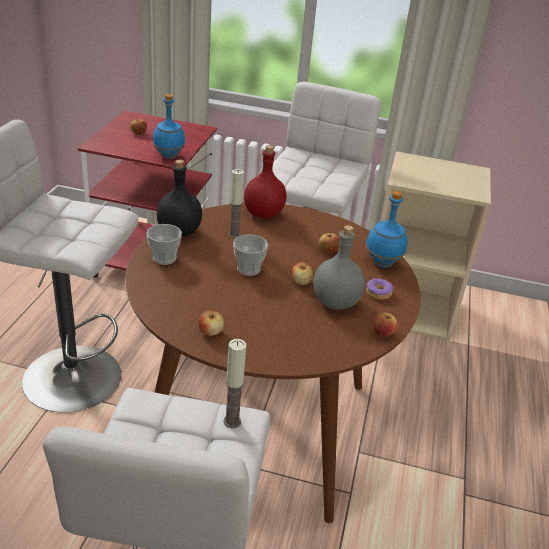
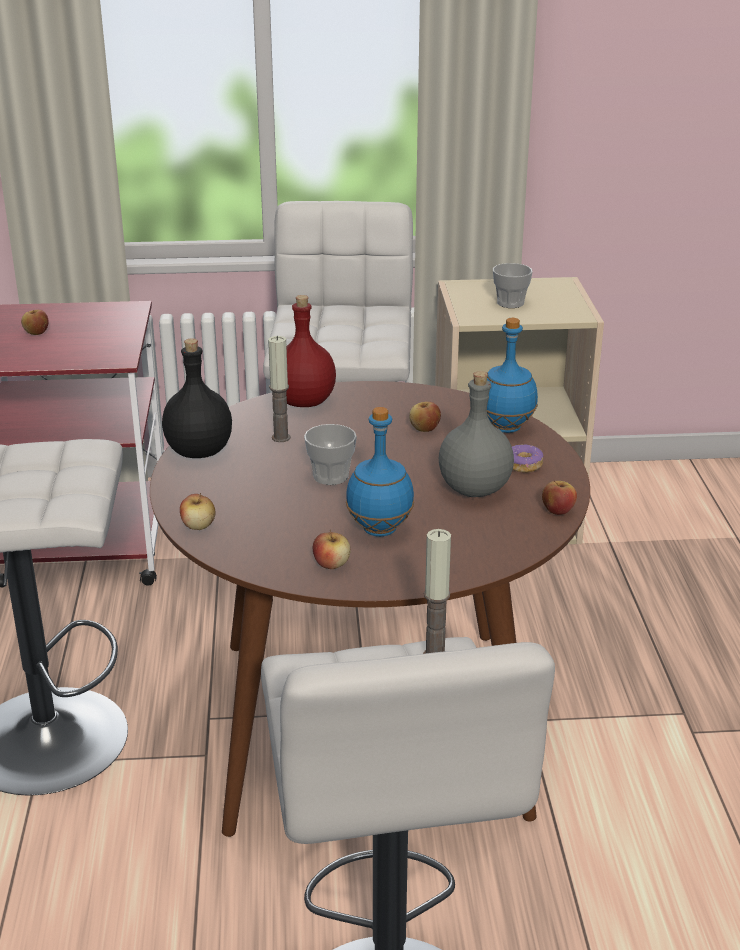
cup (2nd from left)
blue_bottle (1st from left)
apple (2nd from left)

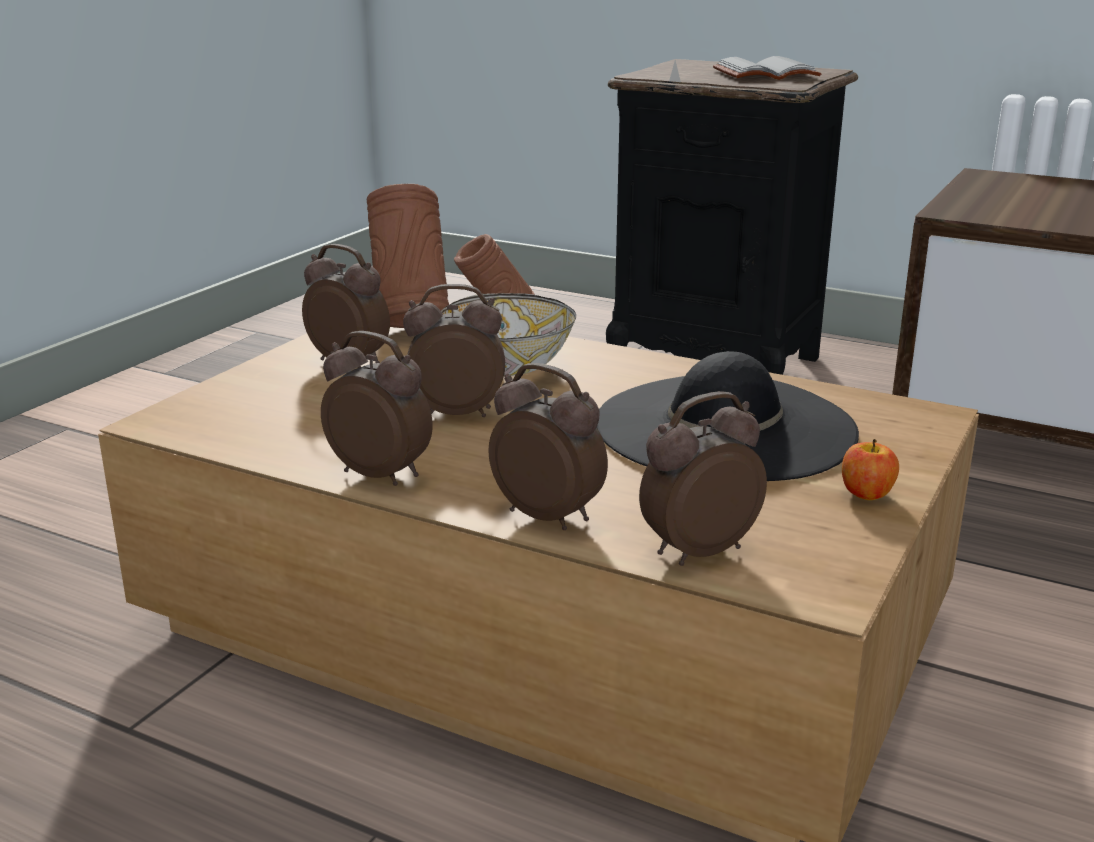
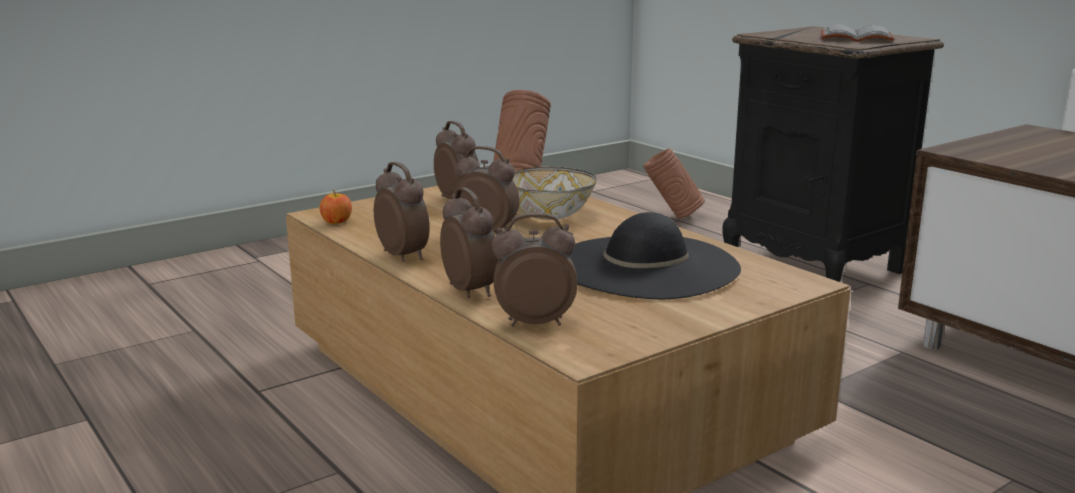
apple

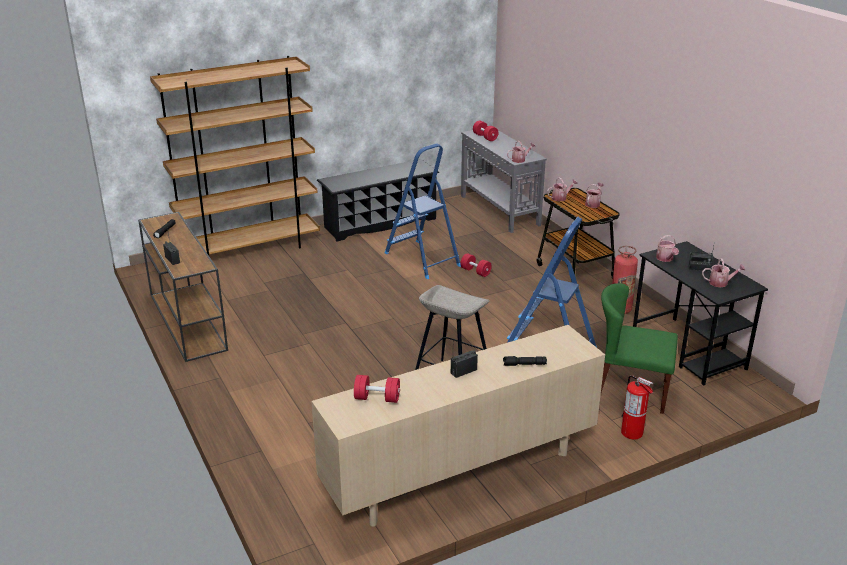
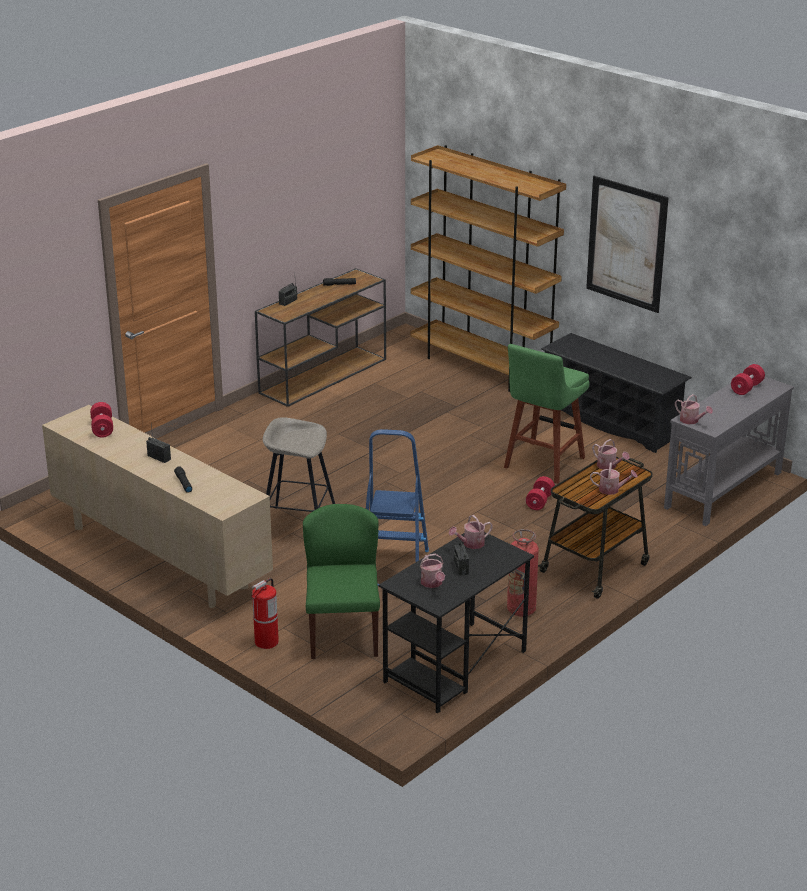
green_stool
picture

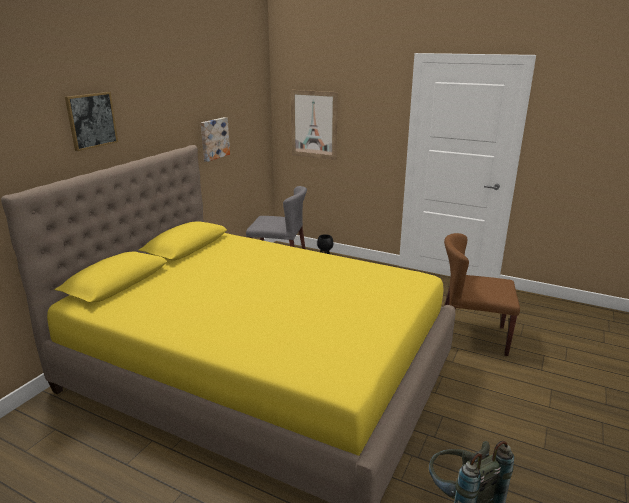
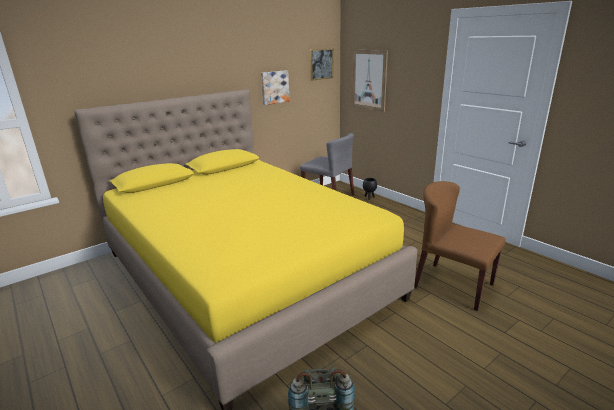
picture (2nd from left)

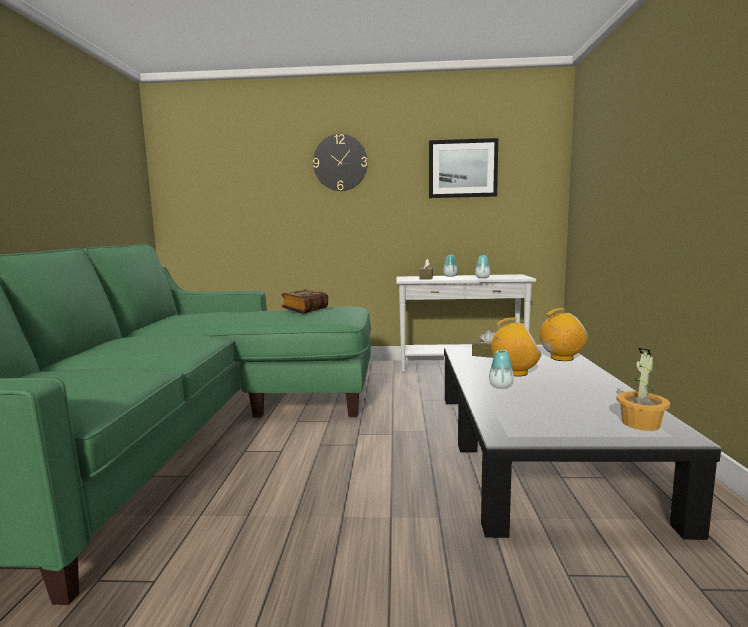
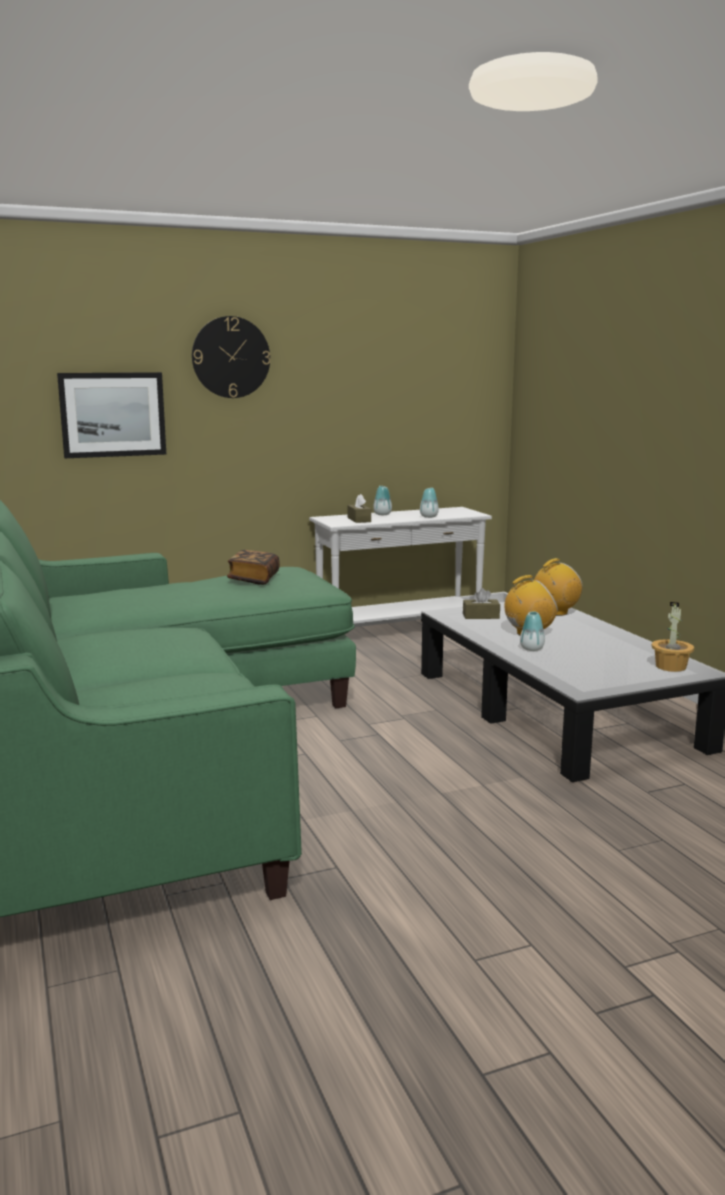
picture

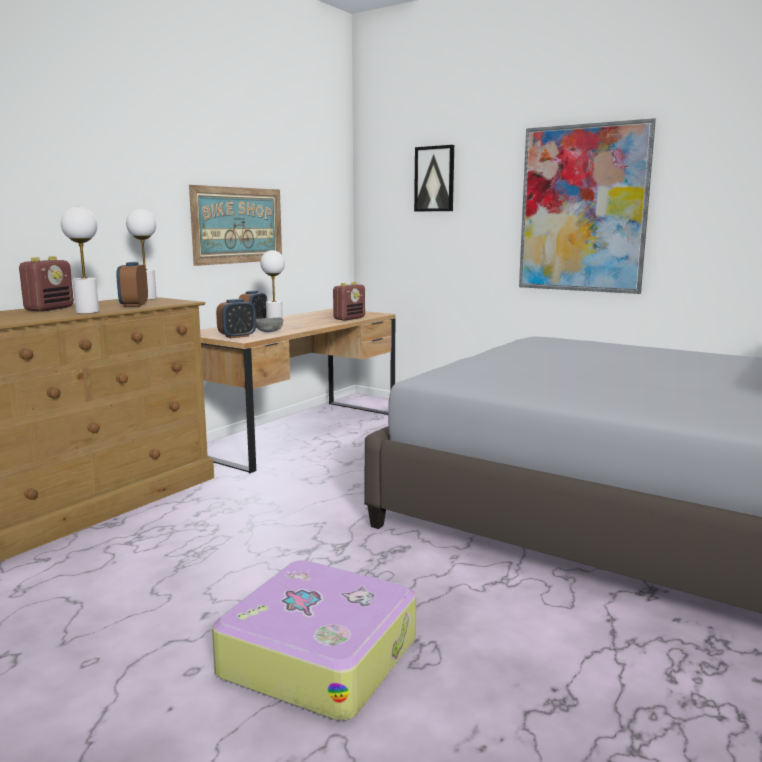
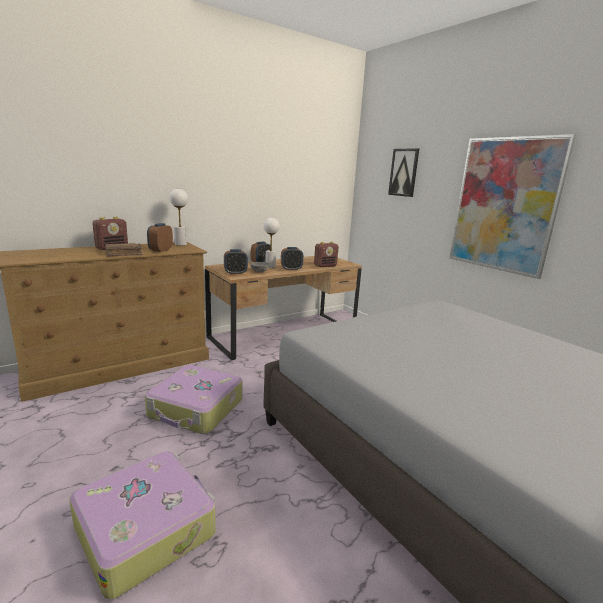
brown_book
picture (1st from left in the first image)
suitcase (2nd from left)
alarm_clock (4th from left)

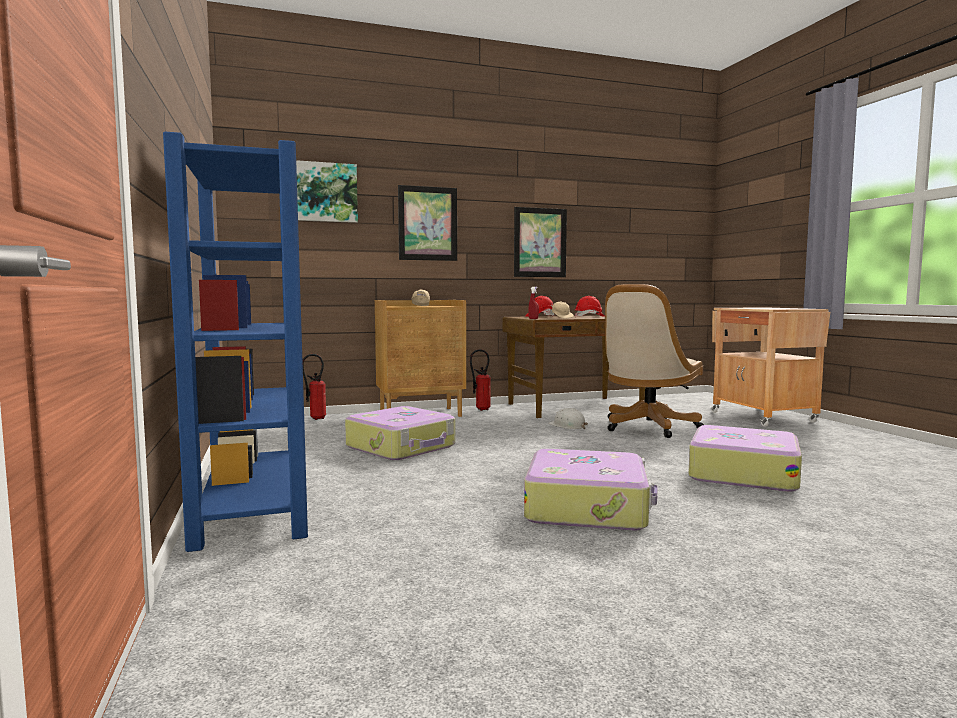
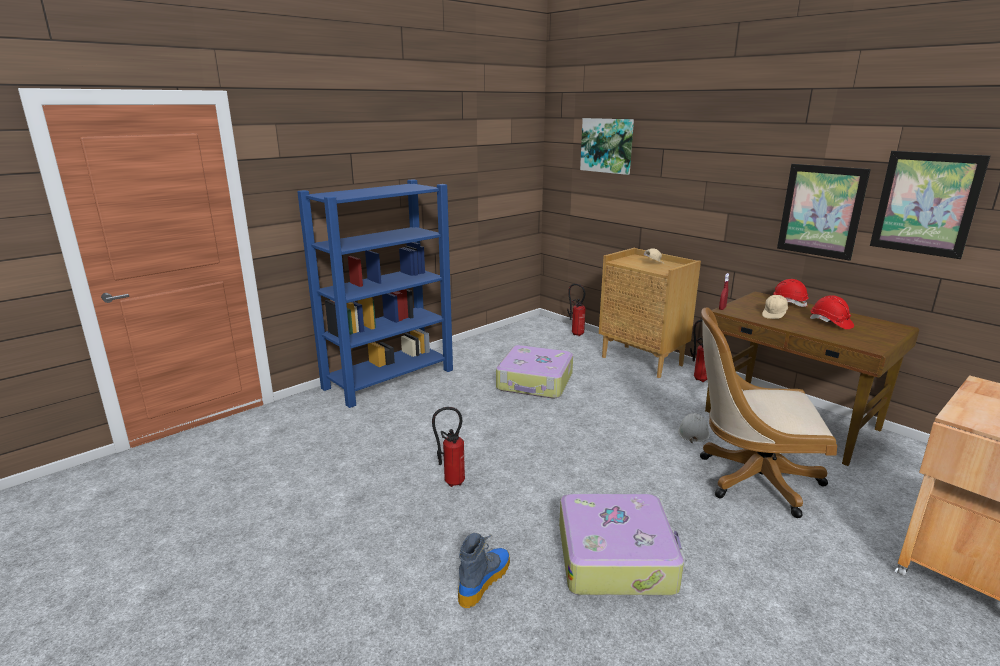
picture (3rd from left)
fire_extinguisher (1st from left)
boot

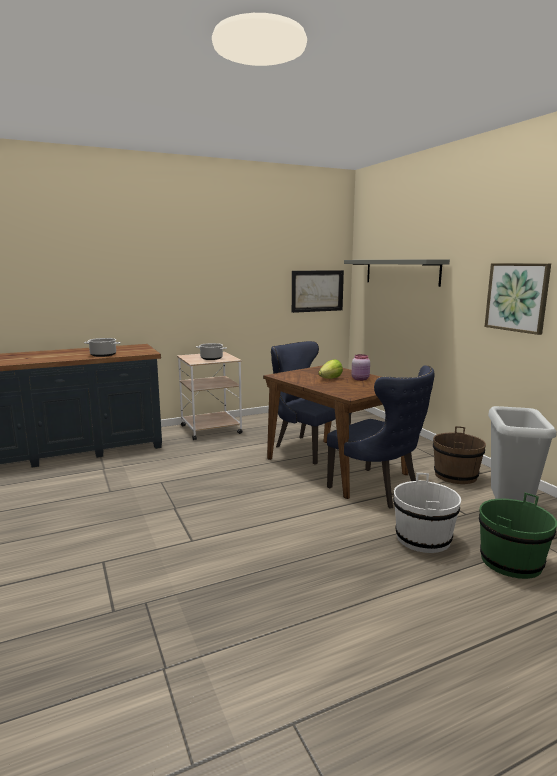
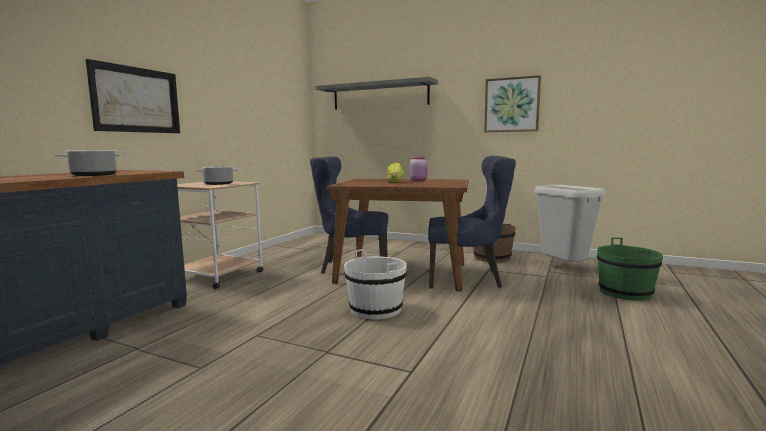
picture (1st from left)
white_bucket

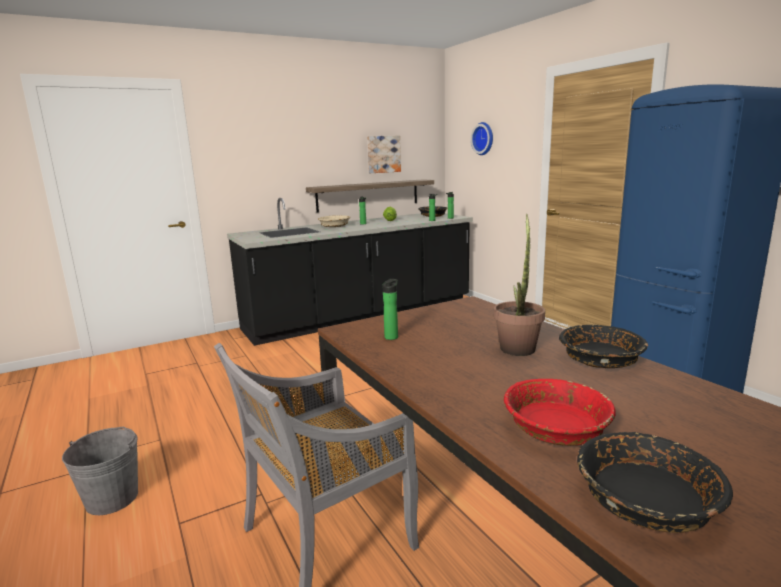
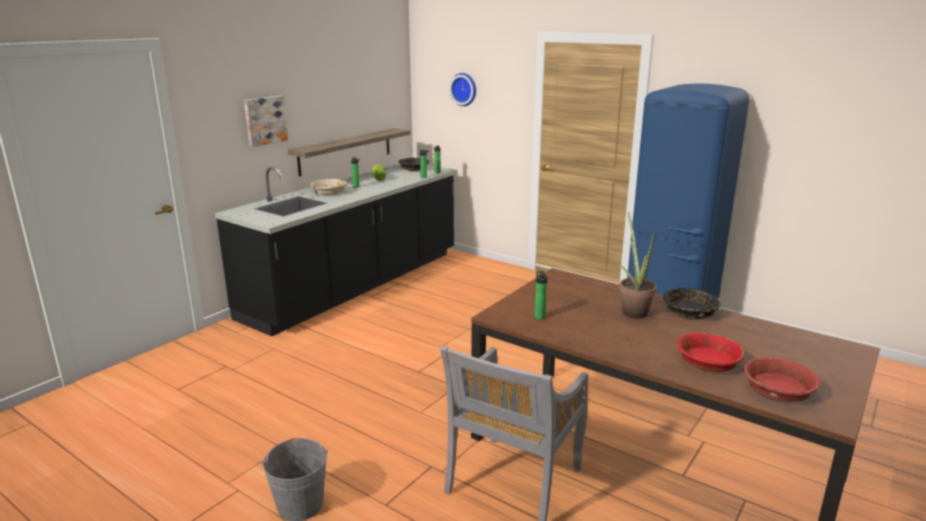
picture
red_bowl (2nd from left)

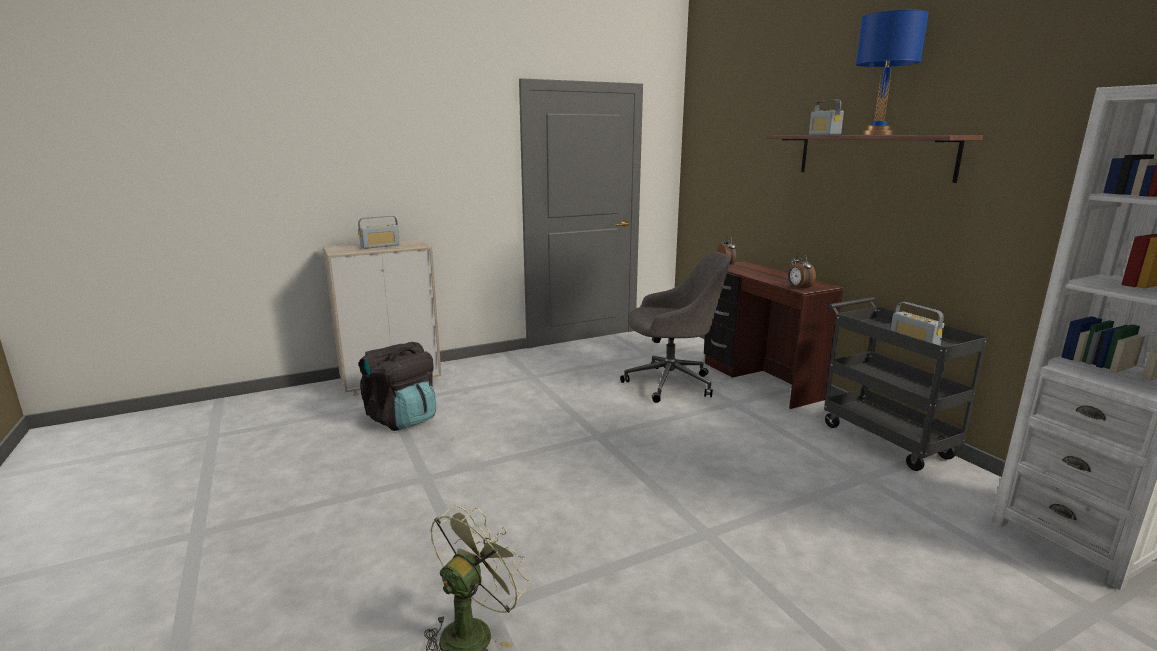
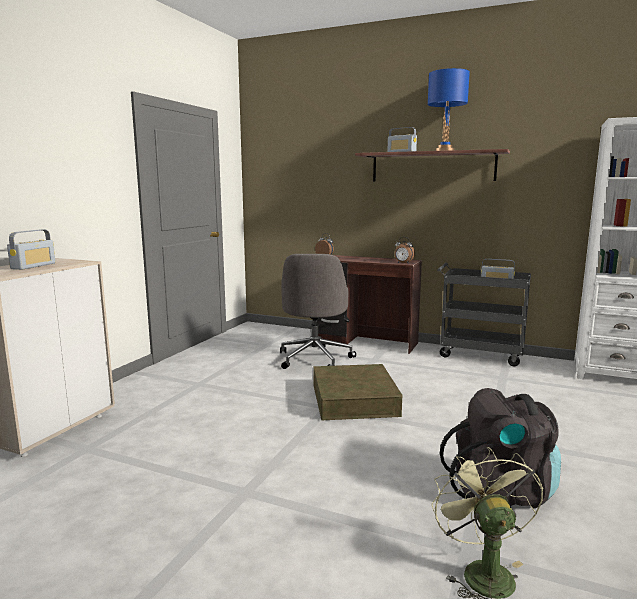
black_backpack
grey_office_chair
brown_storage_box

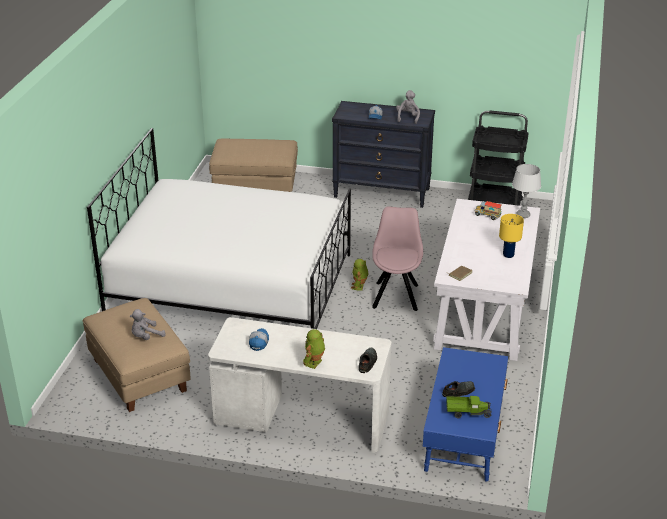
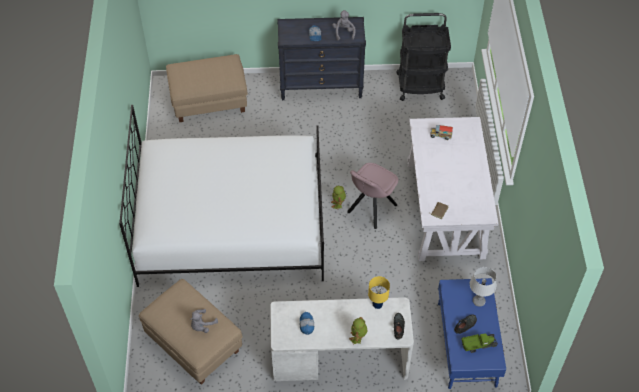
pink_chair
yellow_table_lamp
grey_table_lamp

